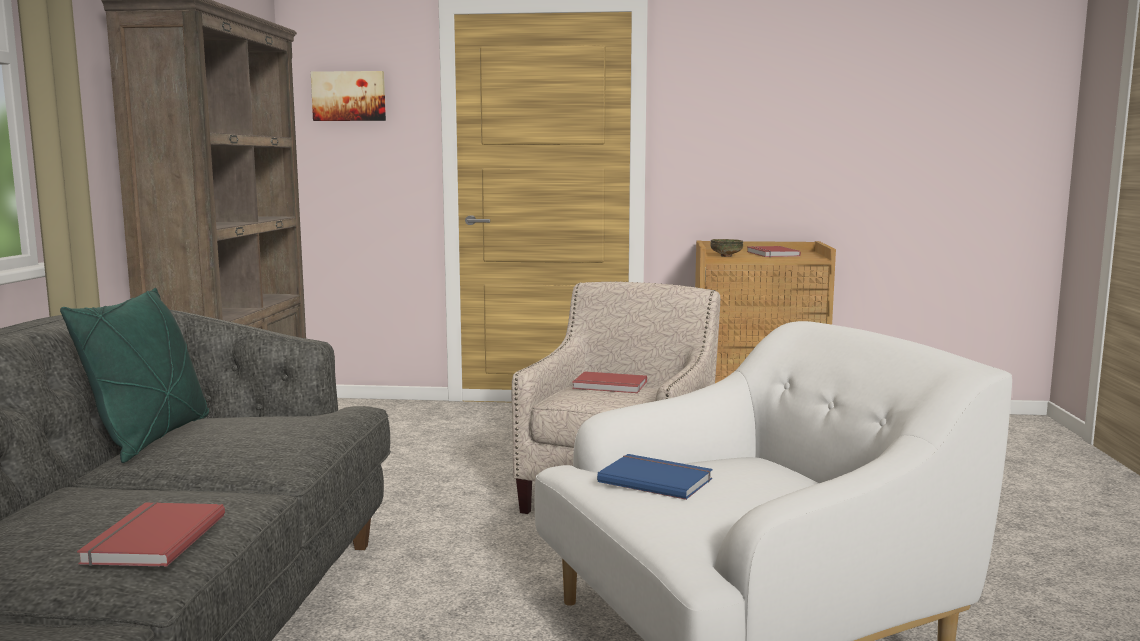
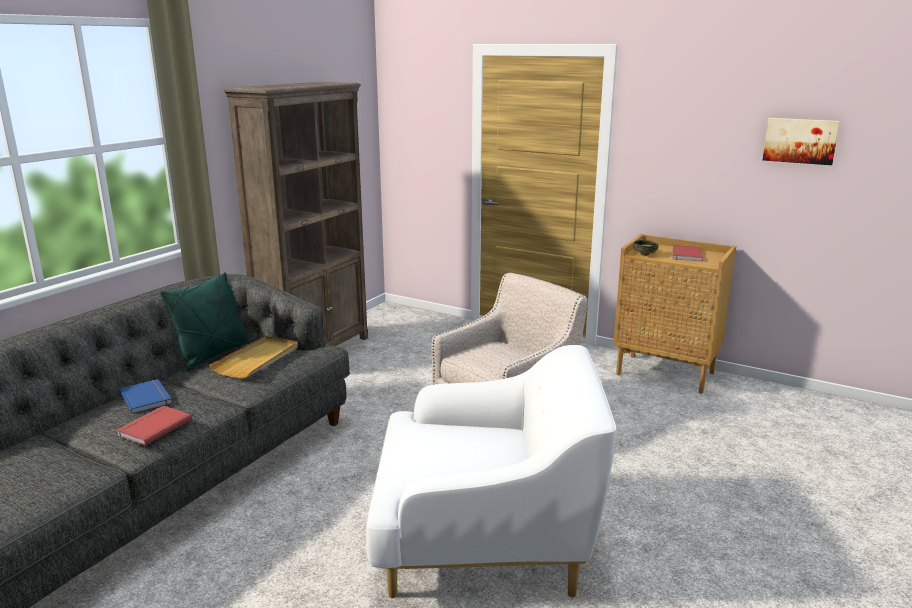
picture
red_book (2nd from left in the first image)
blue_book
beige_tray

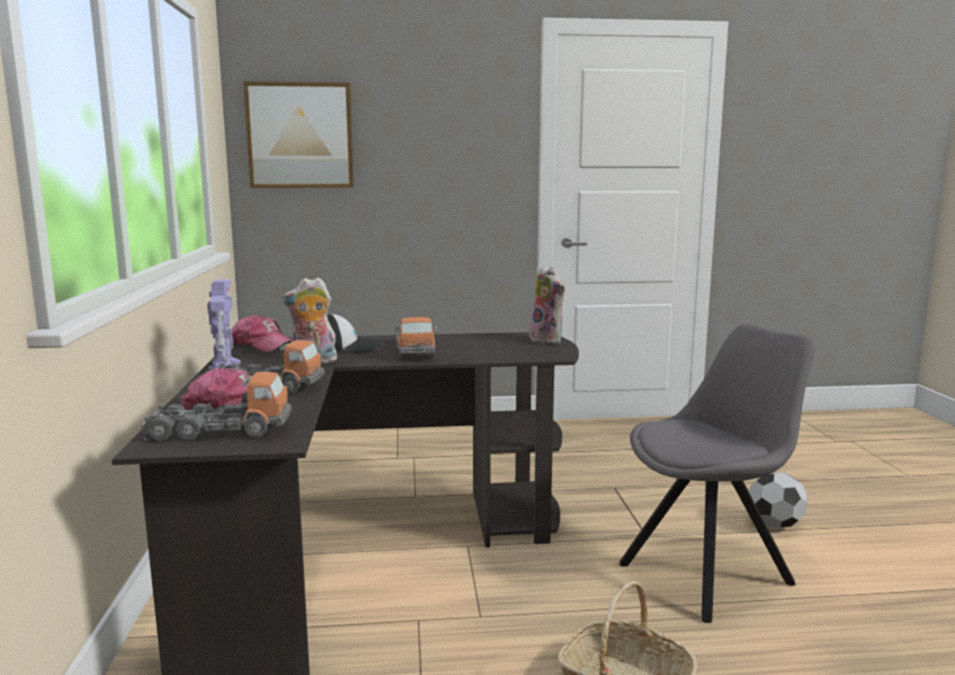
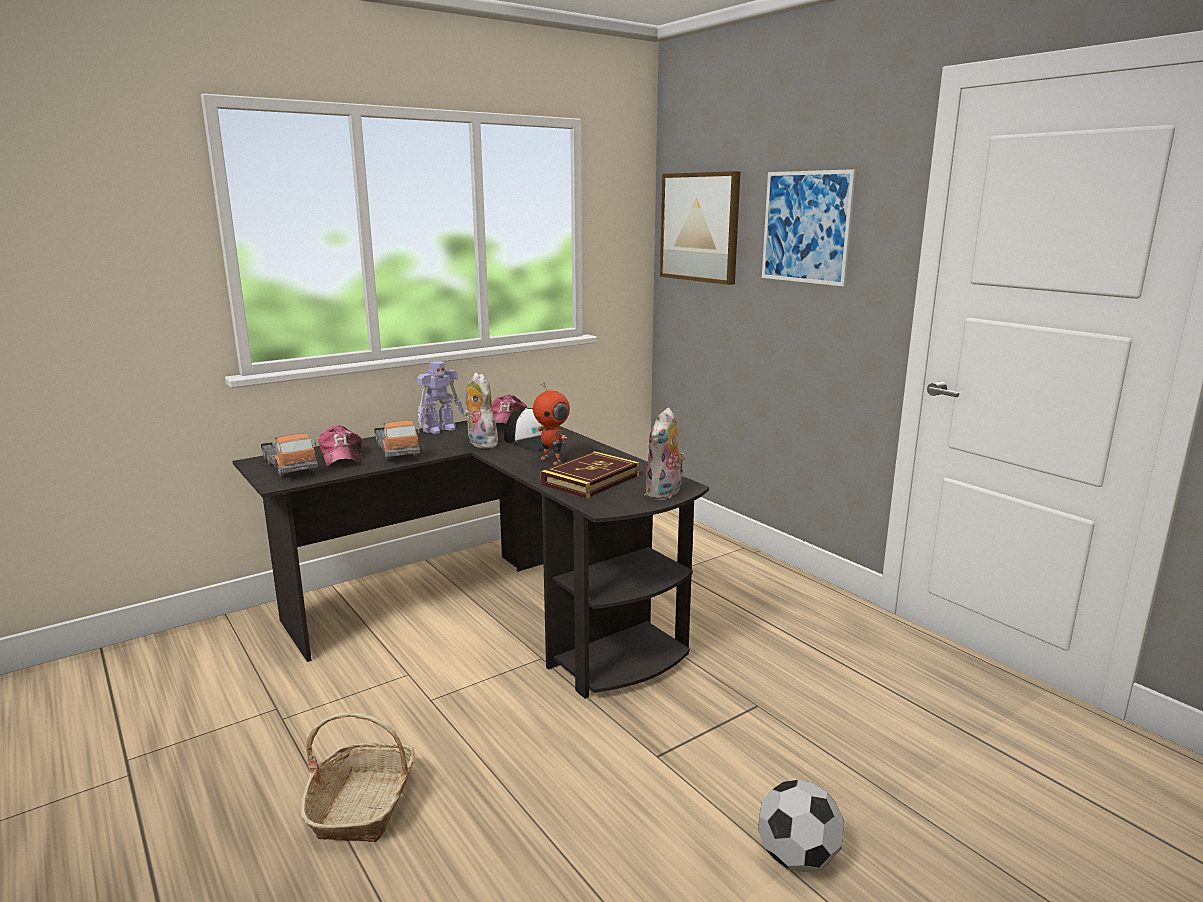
toy_robot (2nd from left)
grey_chair
book
picture (2nd from left)

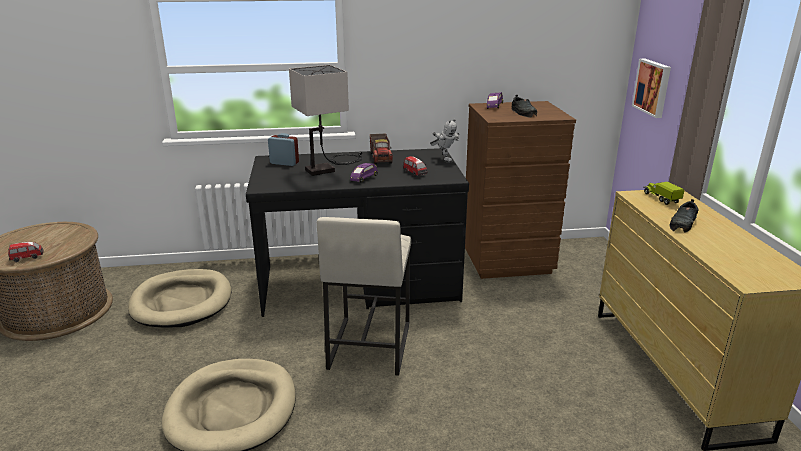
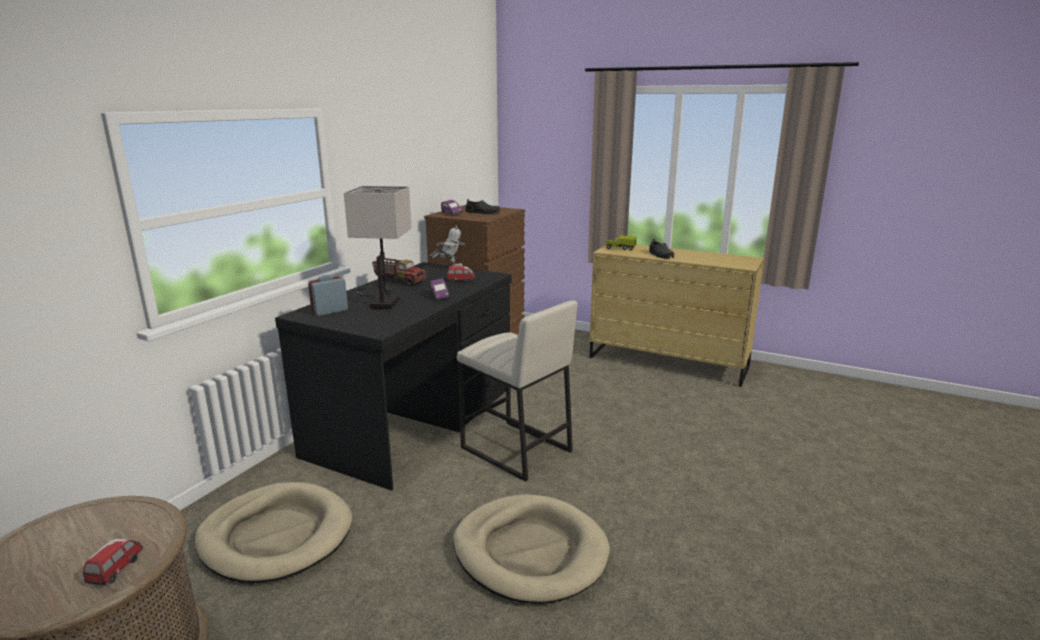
picture

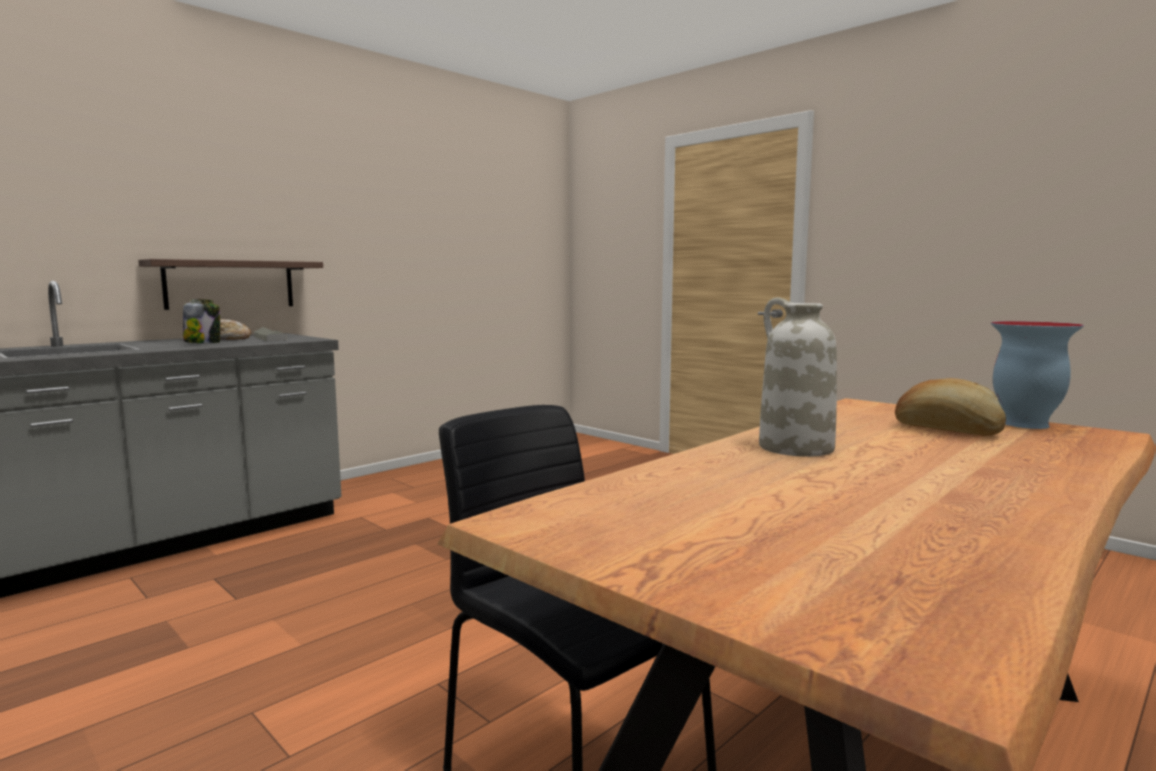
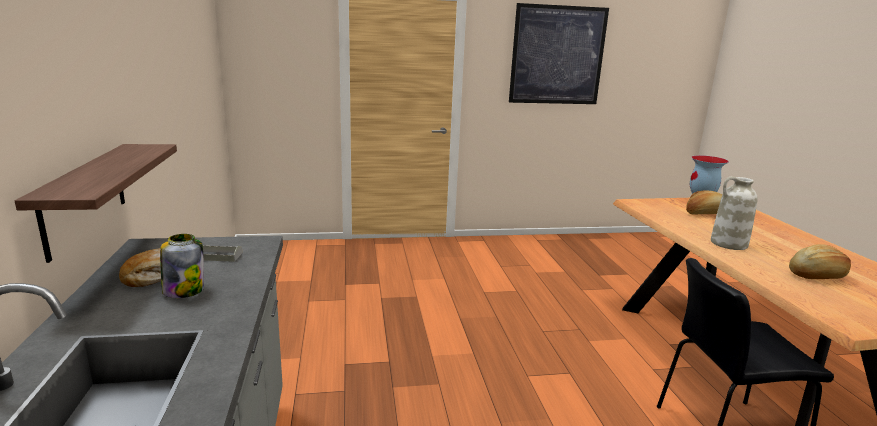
picture
bread (3rd from left)

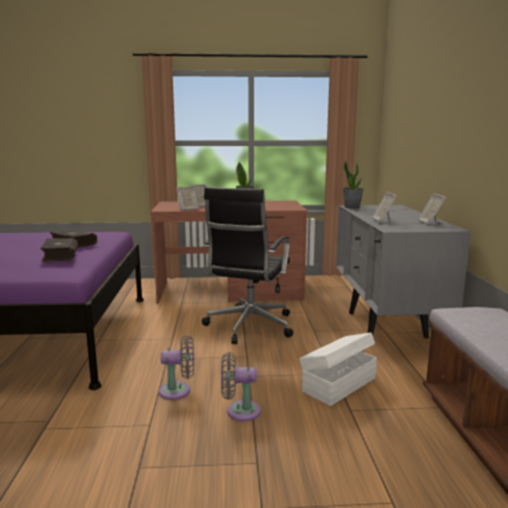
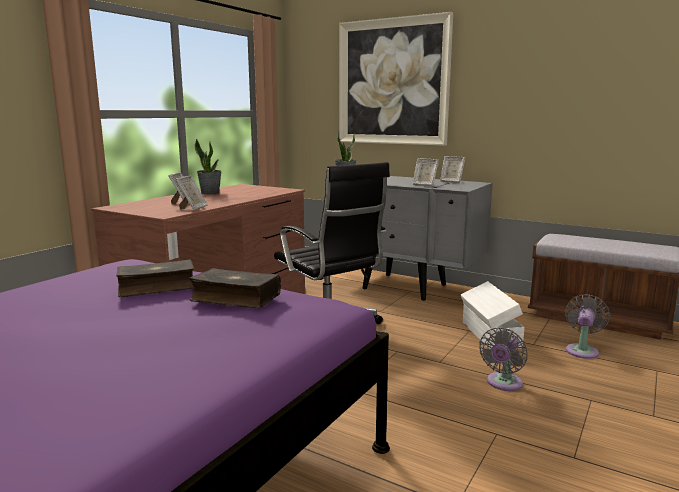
grey_fan (2nd from left)
picture

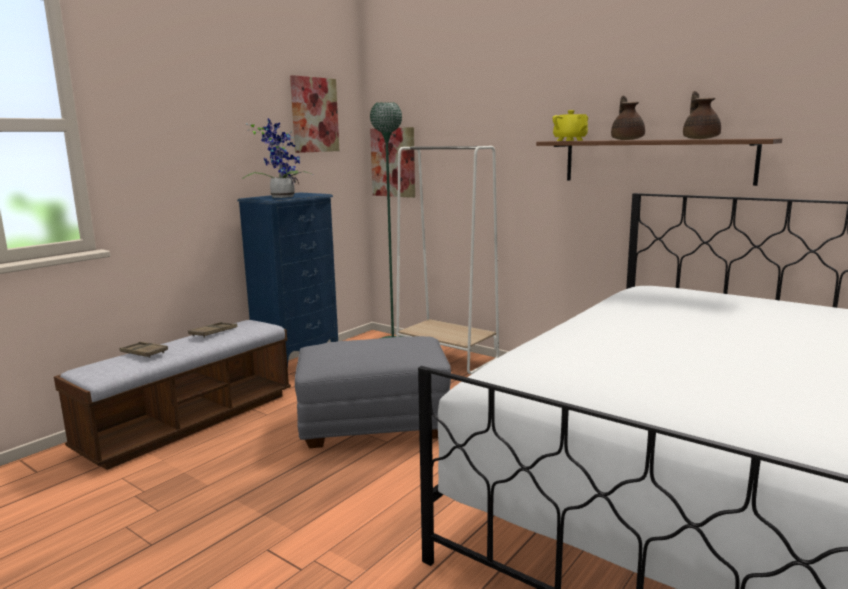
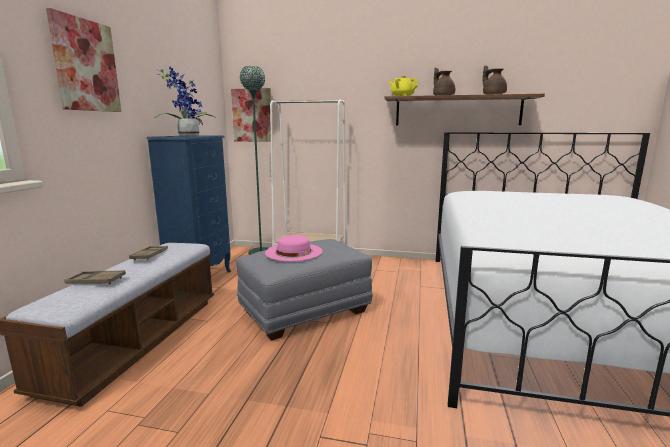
picture (1st from left)
pink_hat

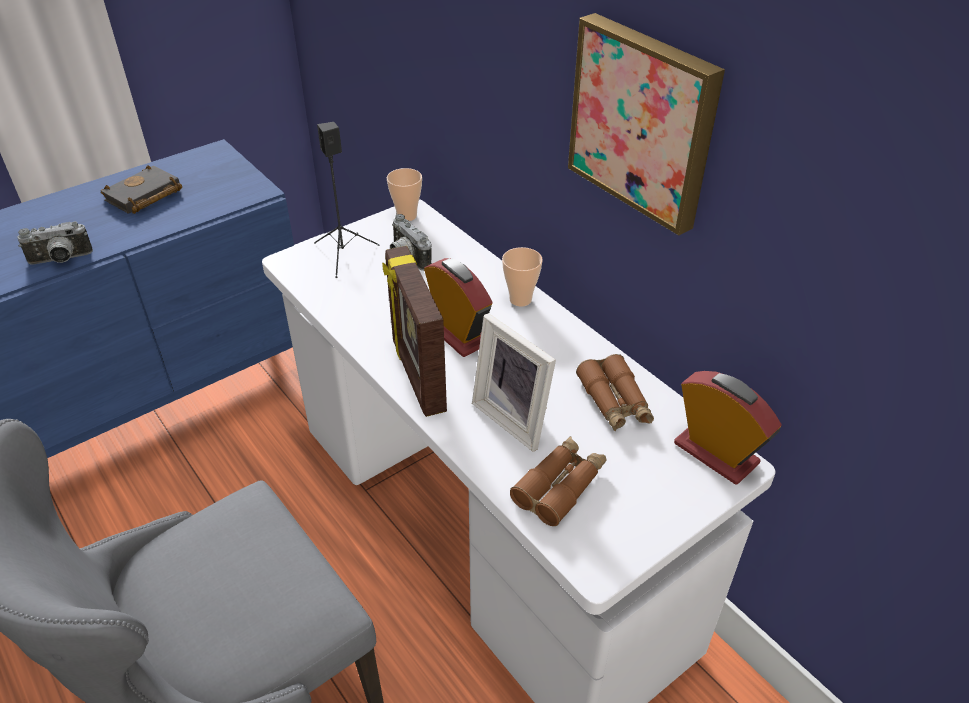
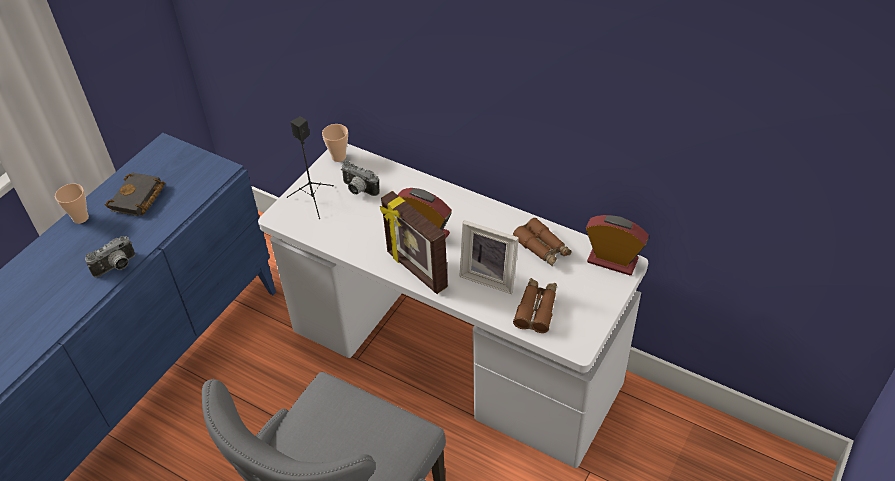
cup (1st from left)
picture

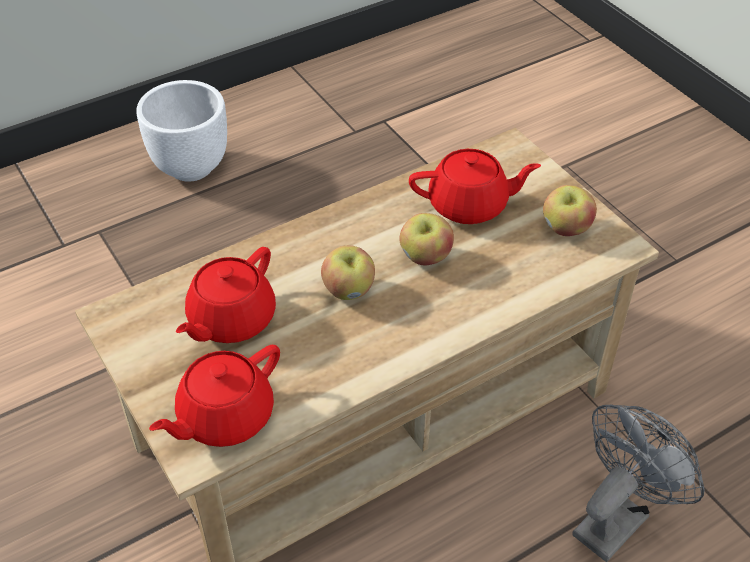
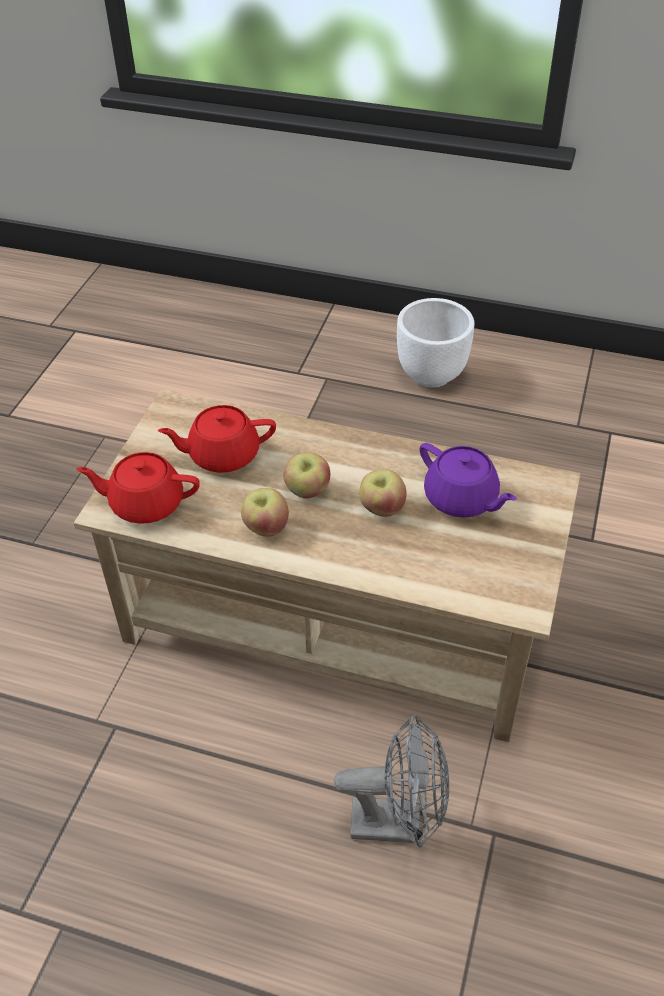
purple_teapot
apple (1st from left)

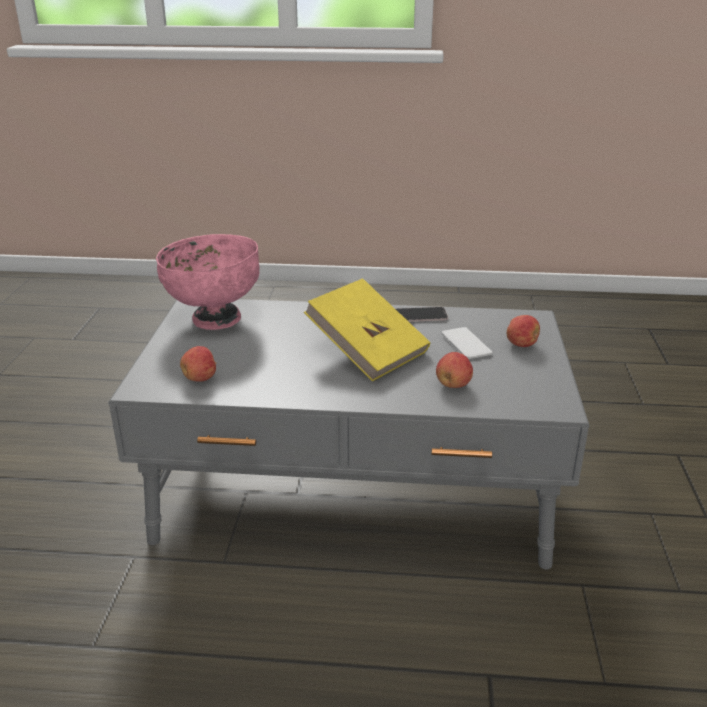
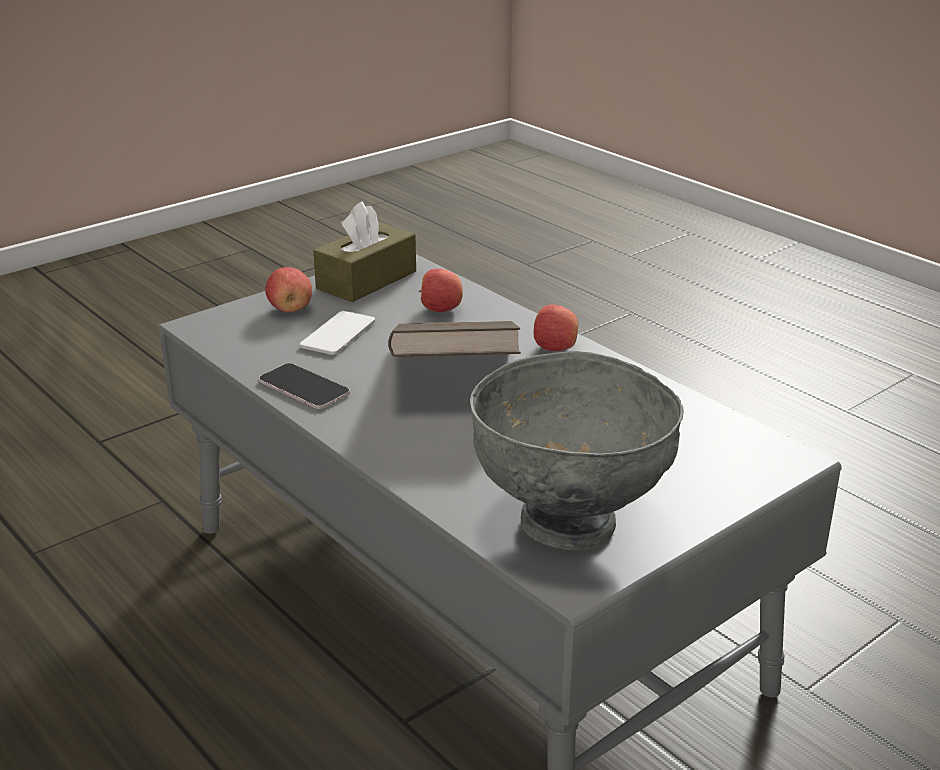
grey_bowl
apple (3rd from left)
brown_book
brown_tissue_box

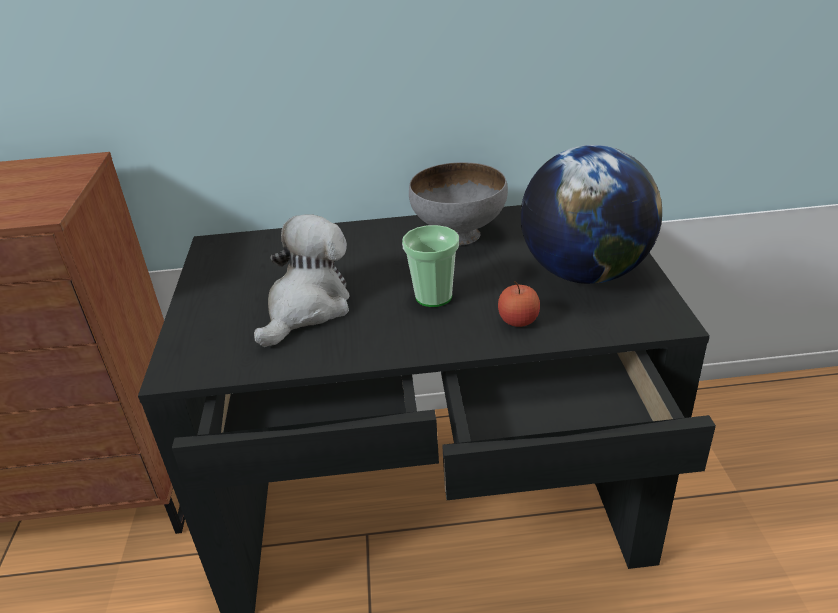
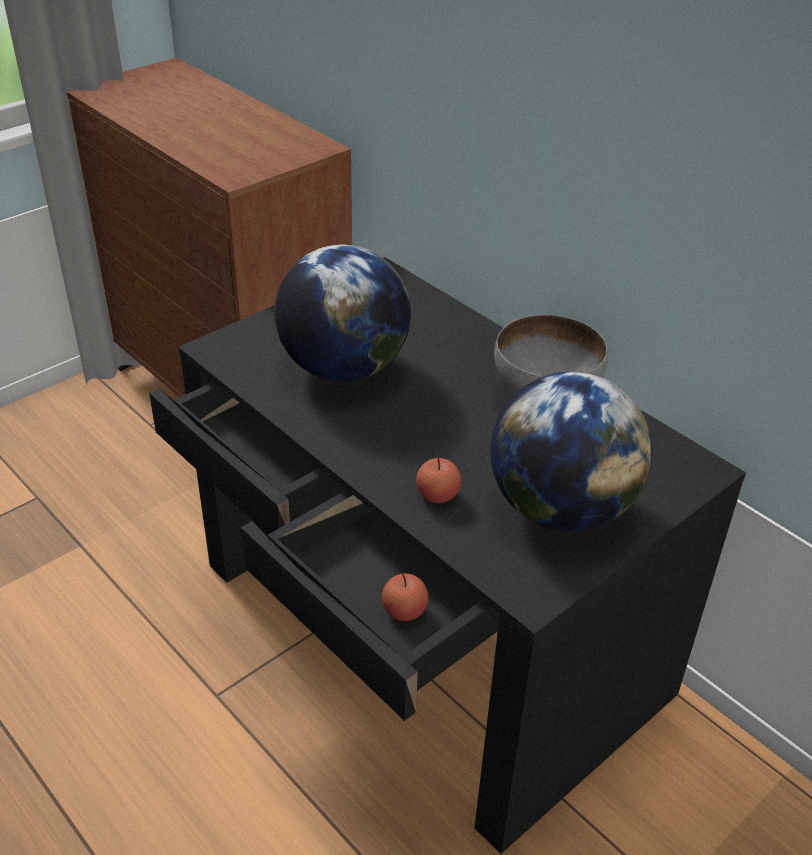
globe (1st from left)
cup
apple (1st from left)

